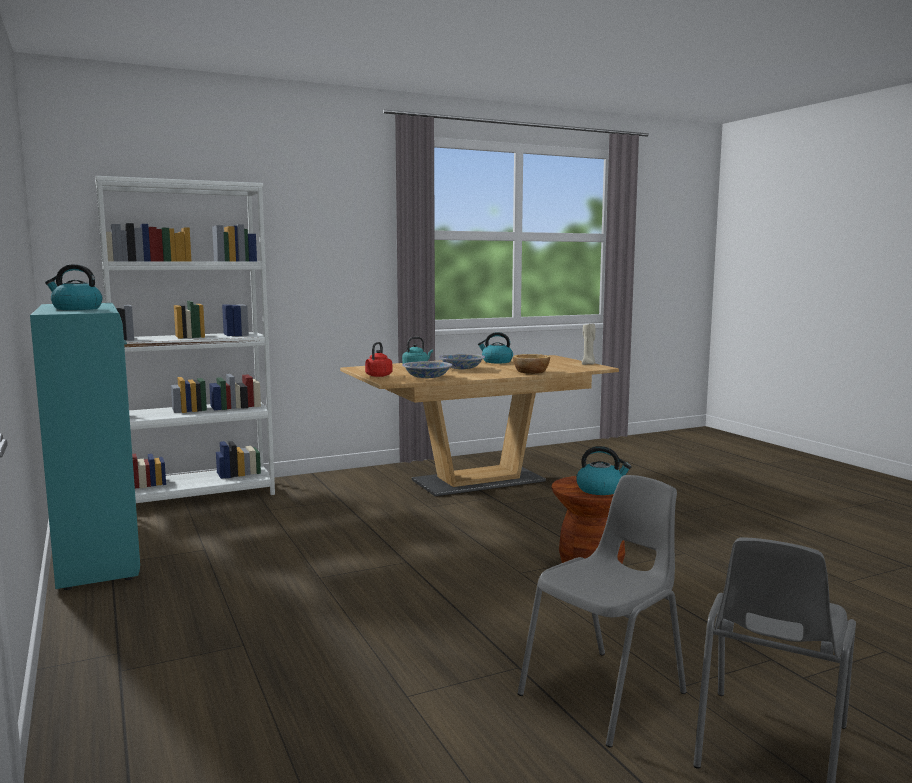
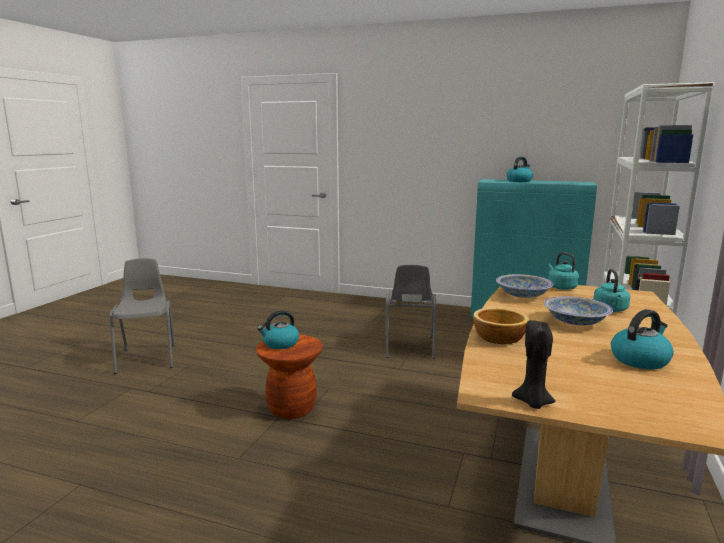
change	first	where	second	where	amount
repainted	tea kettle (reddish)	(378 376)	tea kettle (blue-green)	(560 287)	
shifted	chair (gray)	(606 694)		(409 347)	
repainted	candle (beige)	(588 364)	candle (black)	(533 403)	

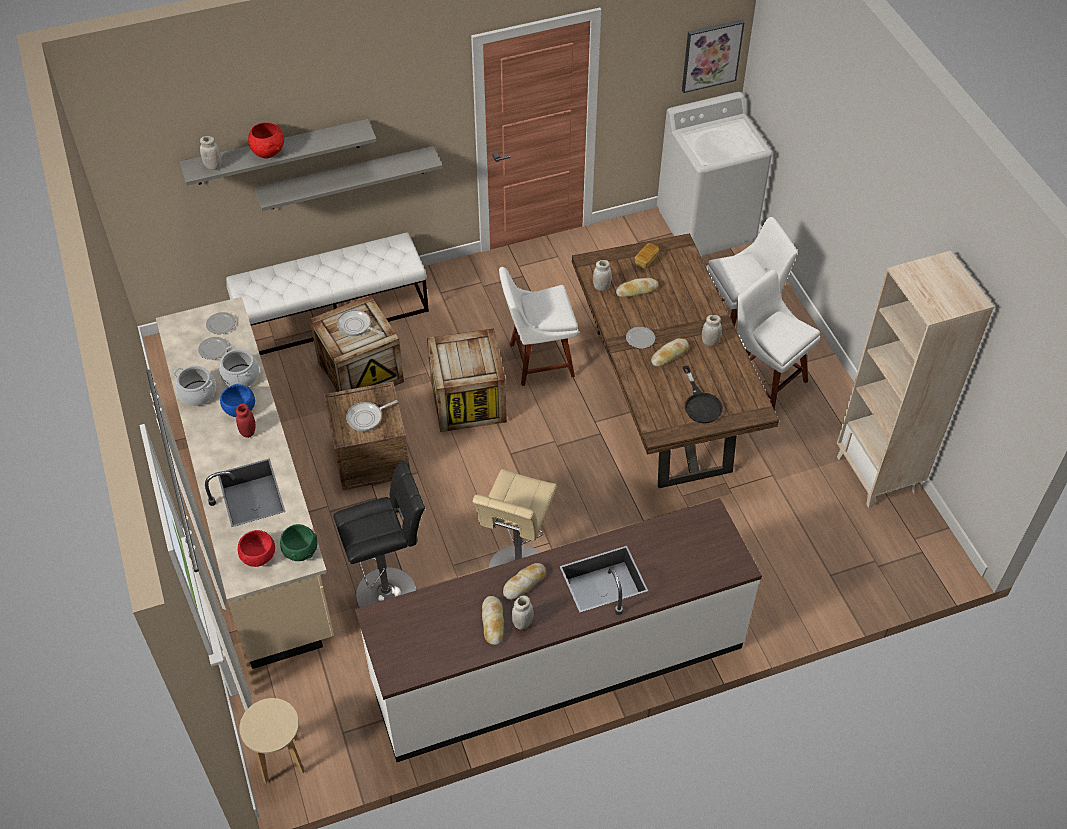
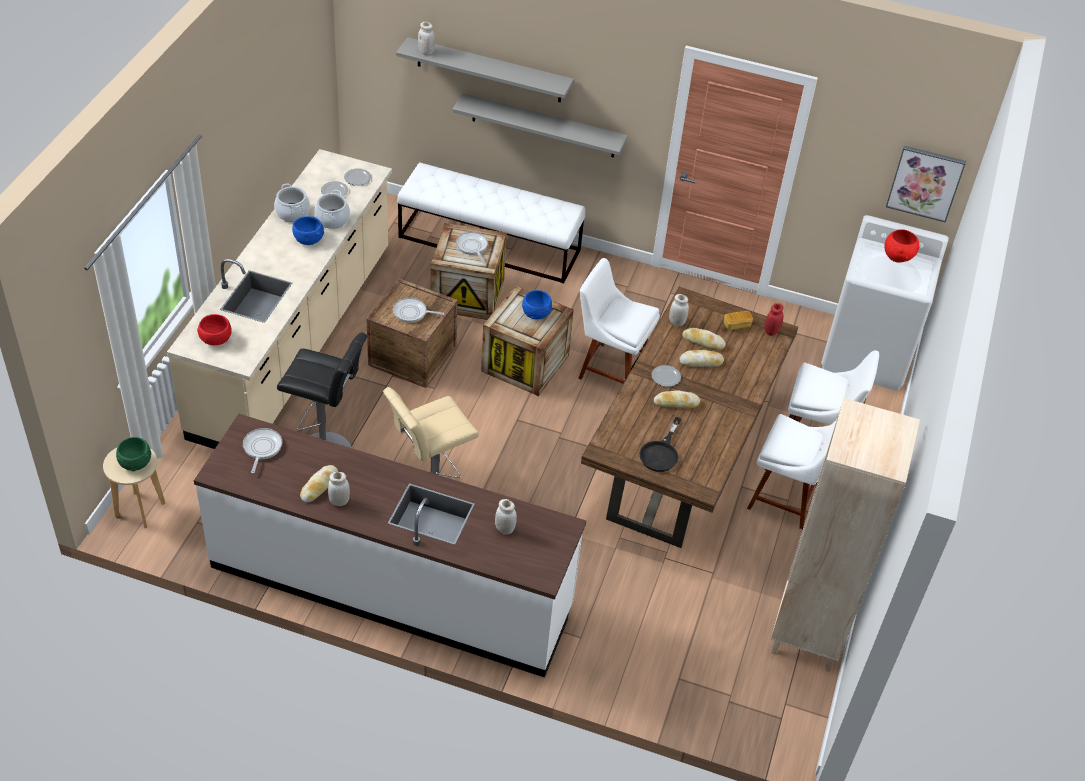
change	first	where	second	where	amount
shifted	jar (reddish)	(248 432)		(771 331)	
shifted	bowl (reddish)	(268 152)		(898 257)	
shifted	bowl (greenish)	(300 550)		(135 462)	
shifted	bread	(524 583)		(701 362)	
shifted	jar (whitish)	(710 342)		(505 529)	
rotated	chair (whitish)	(765 379)		(788 499)	120 degrees clockwise
new			frying pan	(261 448)	
new			bowl (bluish)	(536 313)	

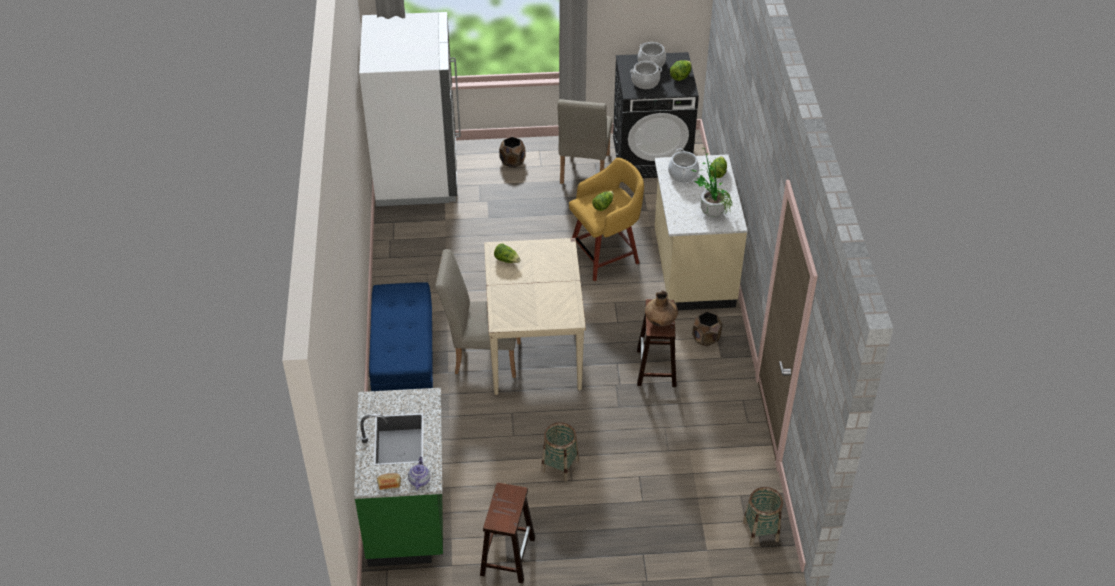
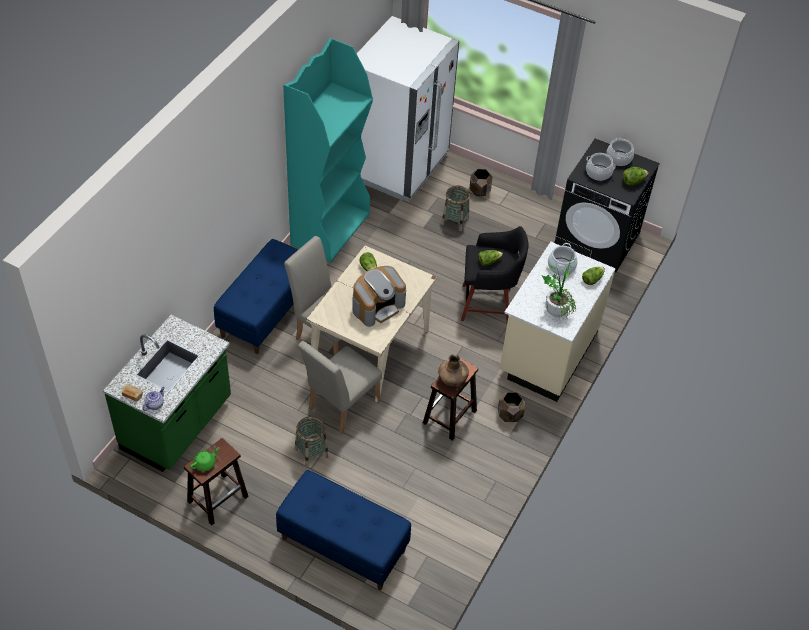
change	first	where	second	where	amount
shifted	chair (beige)	(583 172)		(340 407)	
repainted	stool seat (yellow-coloured)	(606 256)	stool seat (black)	(488 305)	
shifted	household basket	(760 531)		(455 221)	
new			tea pot (greenish)	(205 464)	
new			indoor bench (bluish)	(342 545)	
new			bookcase (blue-green)	(330 229)	
new			coffee brewer	(378 306)	

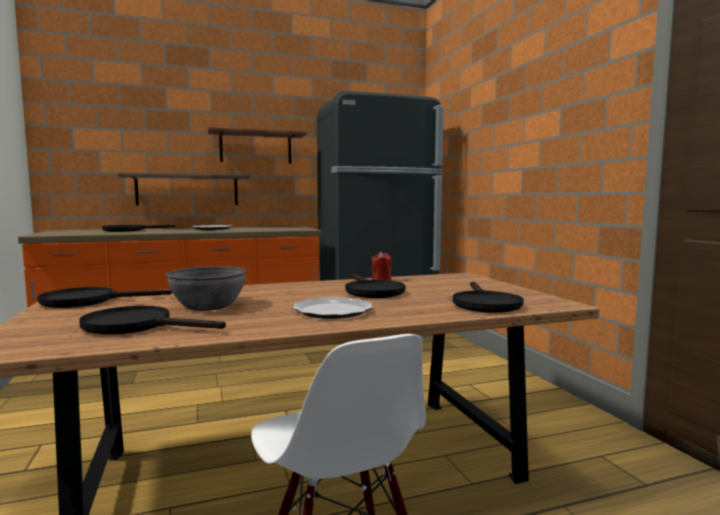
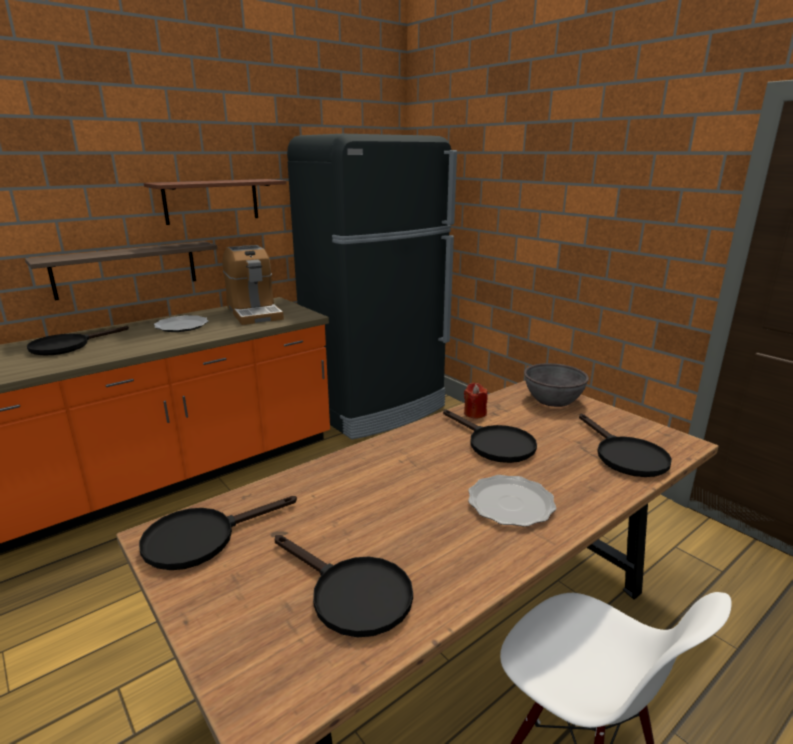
change	first	where	second	where	amount
rotated	frying pan (black)	(138 326)		(351 594)	135 degrees counterclockwise
shifted	bowl (gray)	(208 306)		(553 400)	
new			coffee brewer	(254 312)	

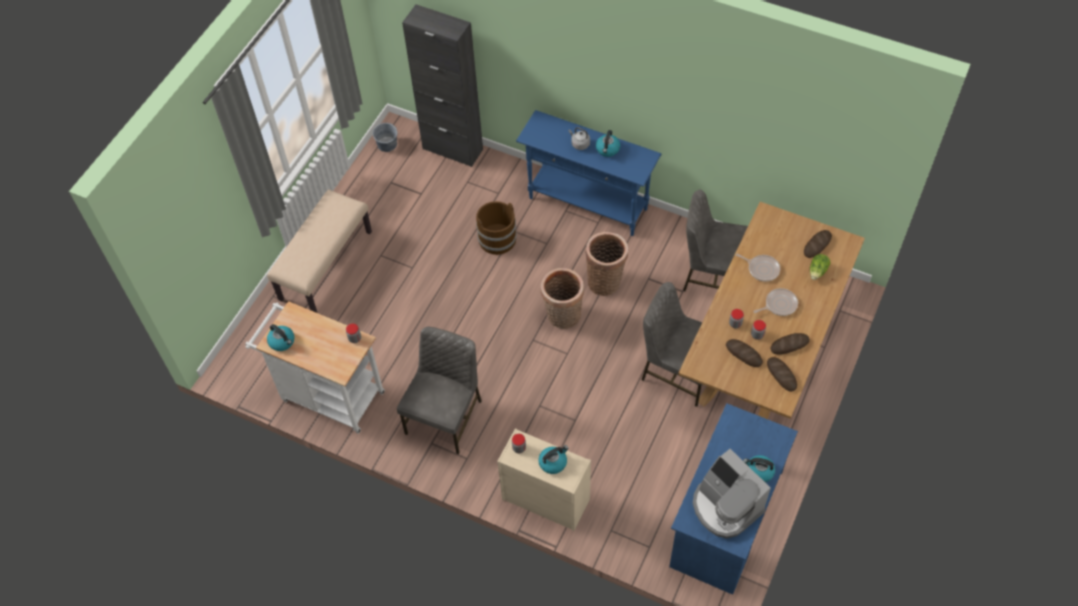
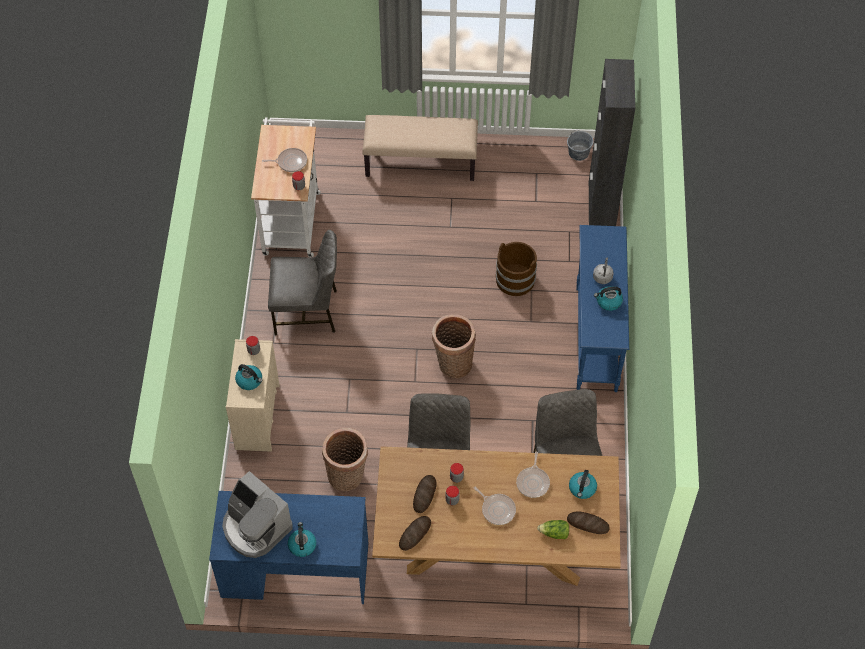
change	first	where	second	where	amount
shifted	tea kettle	(282 341)		(582 489)	
shifted	household basket	(605 281)		(347 477)	
rotated	coffee brewer	(725 506)		(255 528)	75 degrees counterclockwise
gone	bread	(789 345)			
new			frying pan	(290 162)	

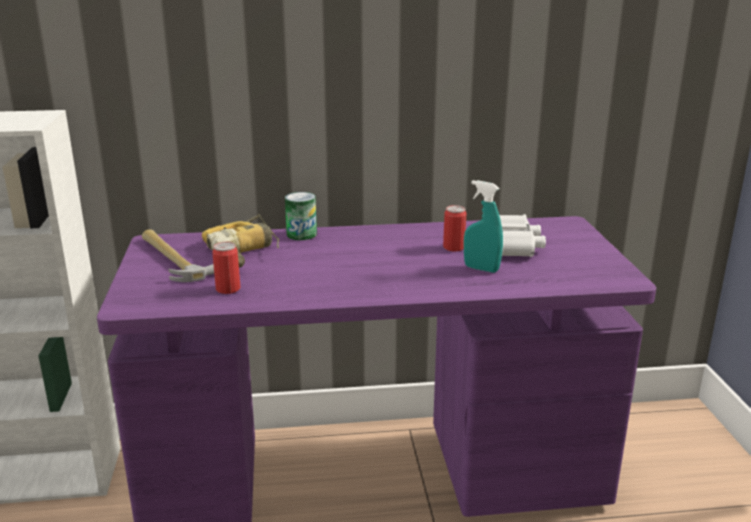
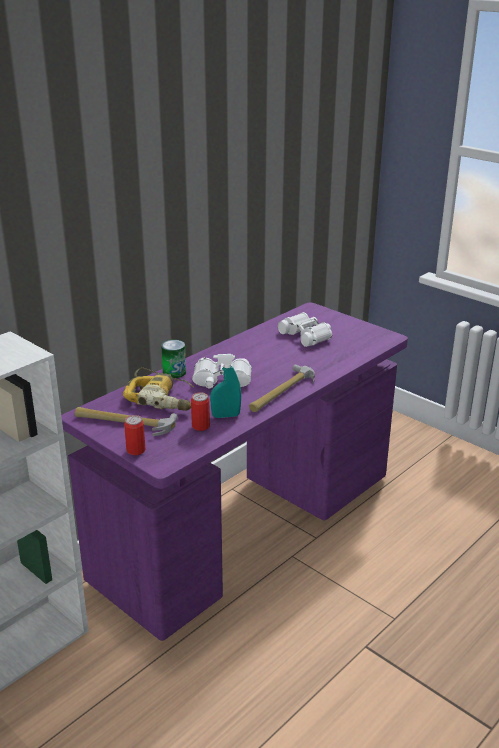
change	first	where	second	where	amount
shifted	sealed can	(454 247)		(136 450)	
shifted	sprayer (blue-green)	(481 269)		(226 416)	
new			field glasses (whitish)	(222 381)	
new			hammer	(281 392)	

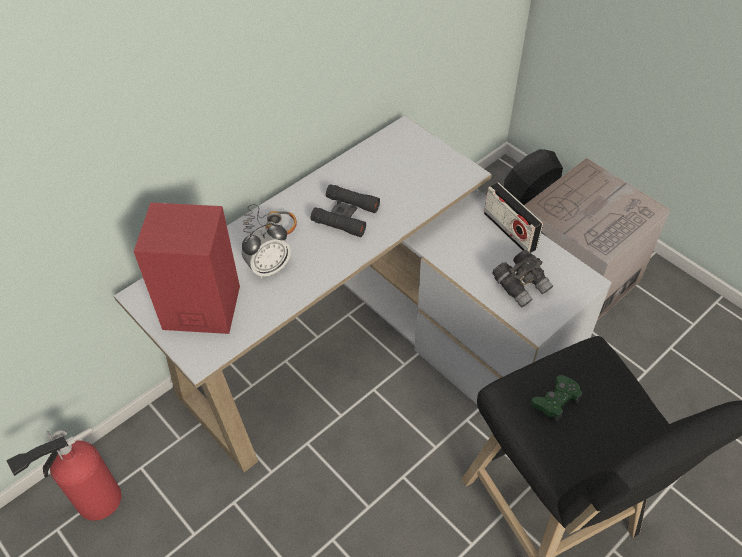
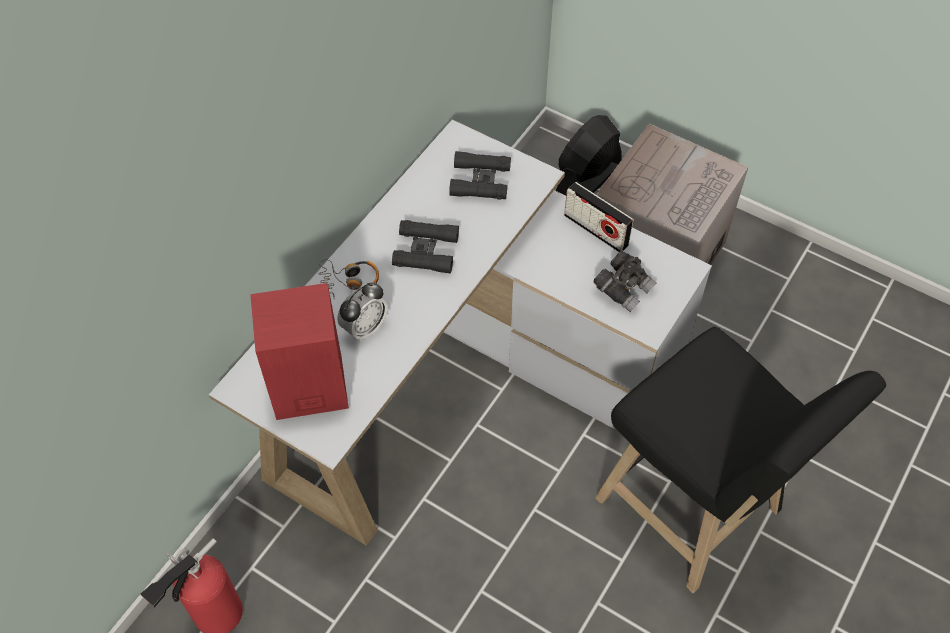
change	first	where	second	where	amount
gone	game controller (greenish)	(556 401)			
new			field glasses (black)	(480 181)	

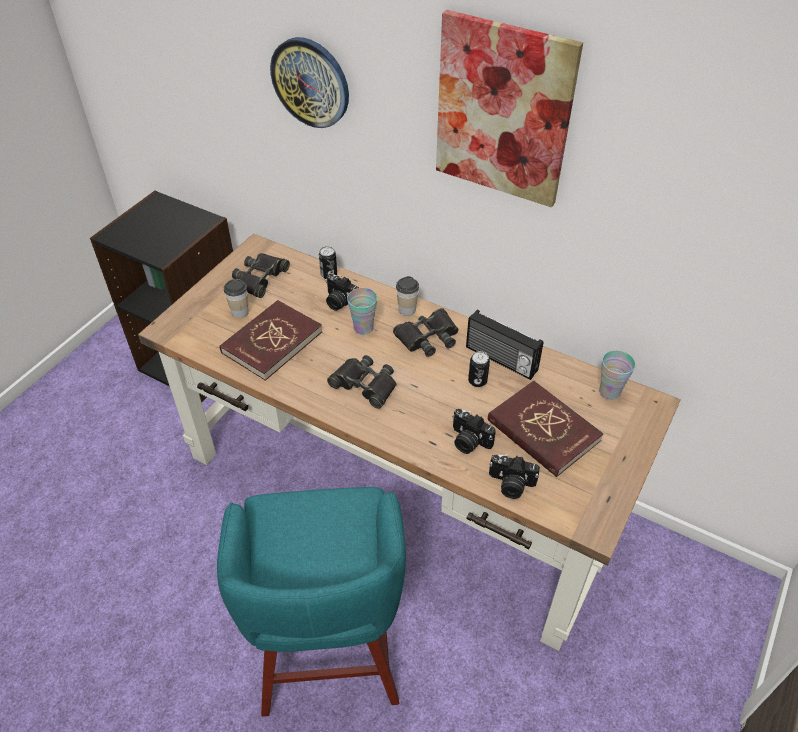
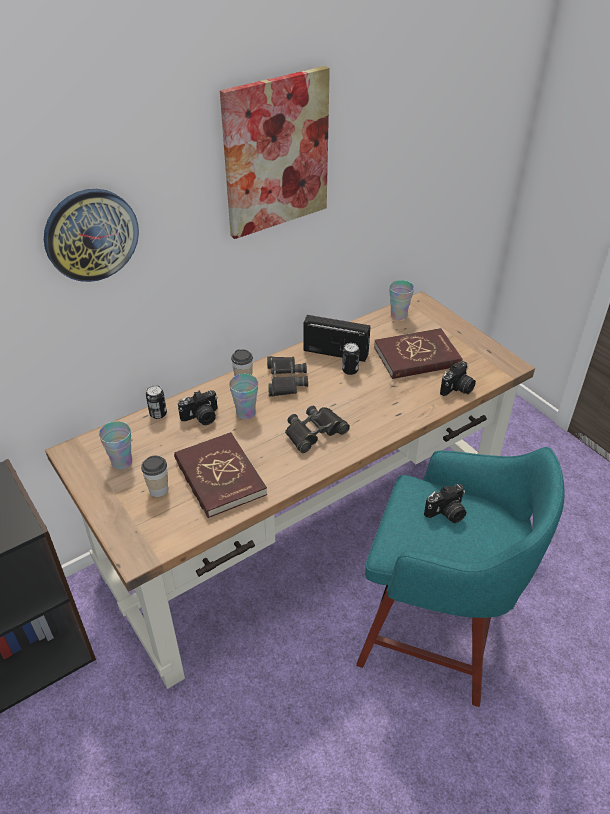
change	first	where	second	where	amount
swapped	field glasses (black)	(260 278)	drinking cup	(122 462)	
shifted	photo camera	(468 441)		(446 513)	
rotated	radio receiver	(500 360)		(336 352)	135 degrees counterclockwise

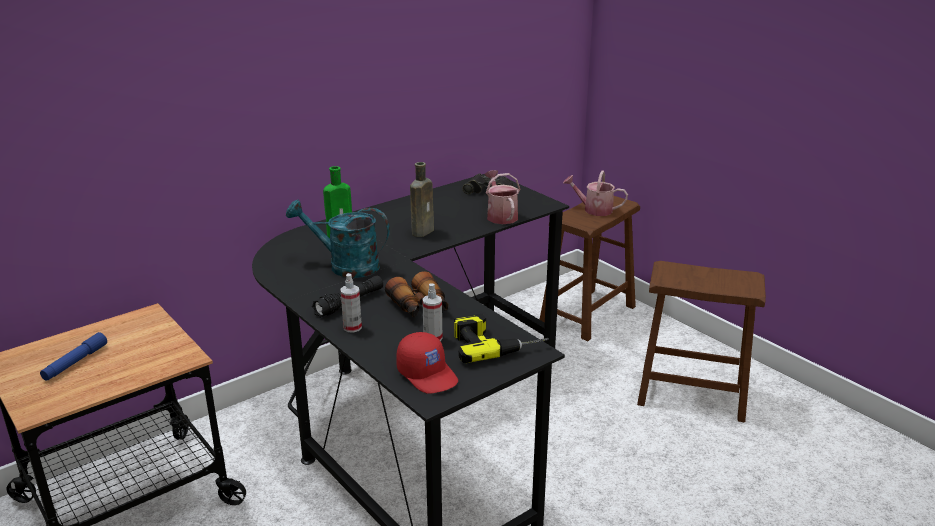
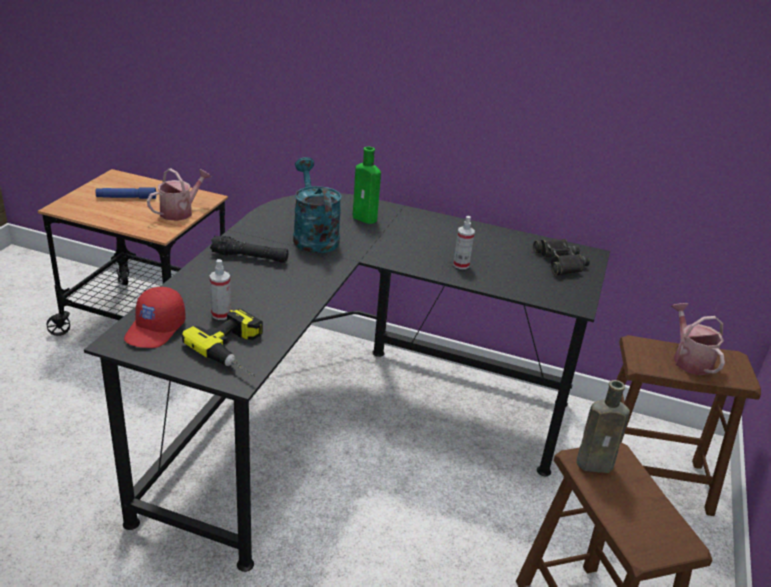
change	first	where	second	where	amount
shifted	sprayer	(352 327)		(461 265)	
gone	field glasses	(419 307)			
shifted	bottle (brown)	(423 231)		(597 464)	
shifted	sprinkling can	(500 215)		(180 212)	

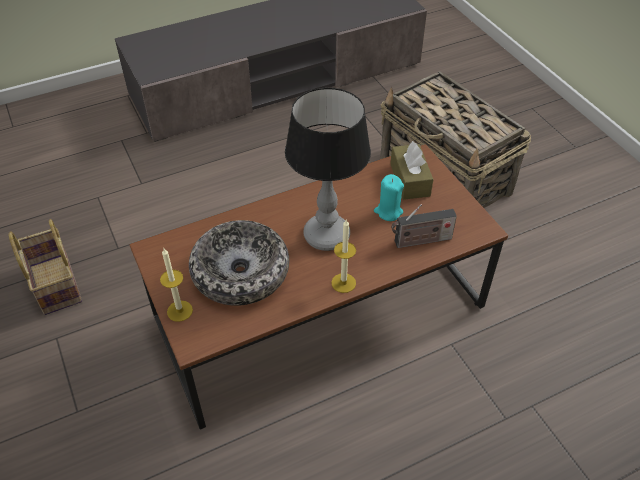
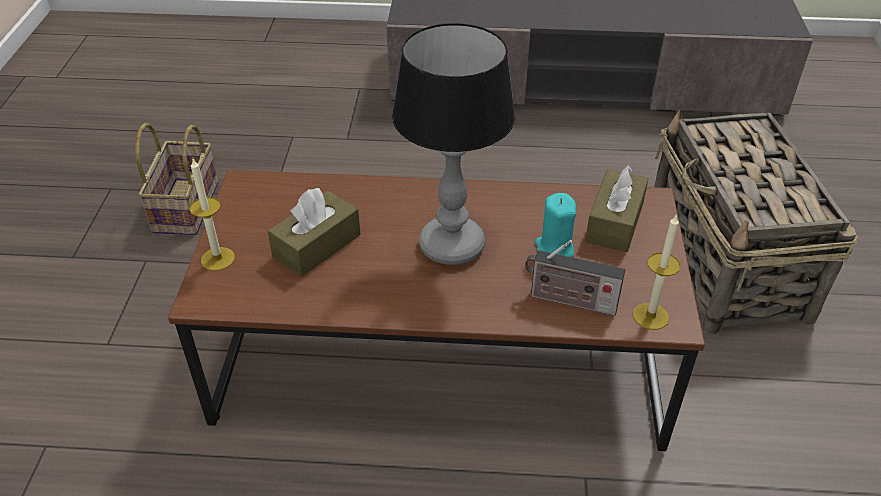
change	first	where	second	where	amount
swapped	bowl	(240 272)	tissue holder (brown)	(317 246)	
shifted	candle	(343 283)		(650 316)	

